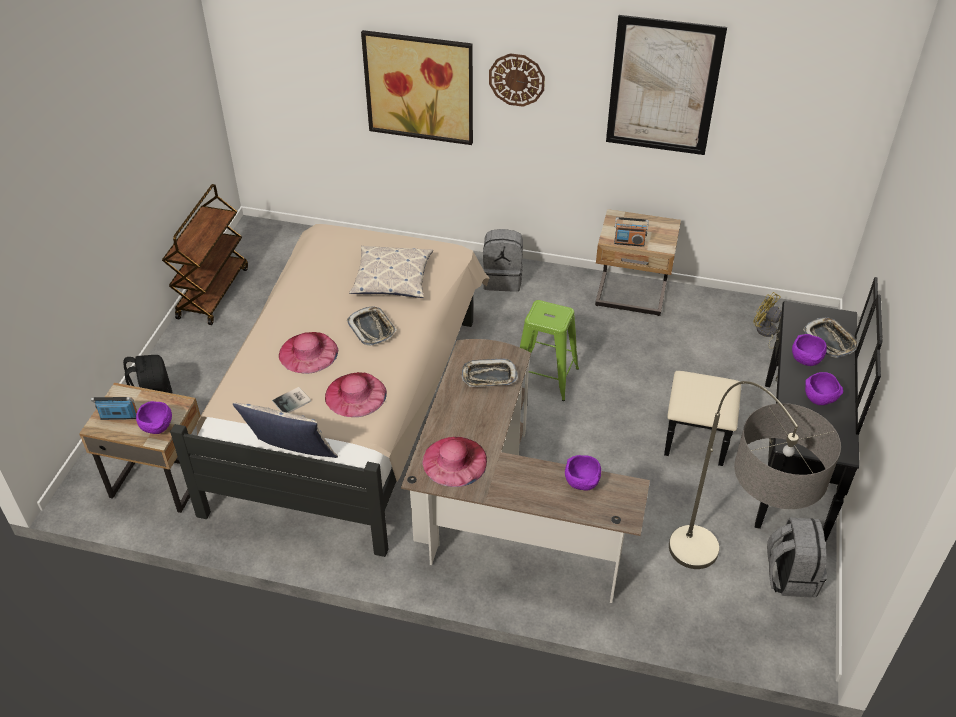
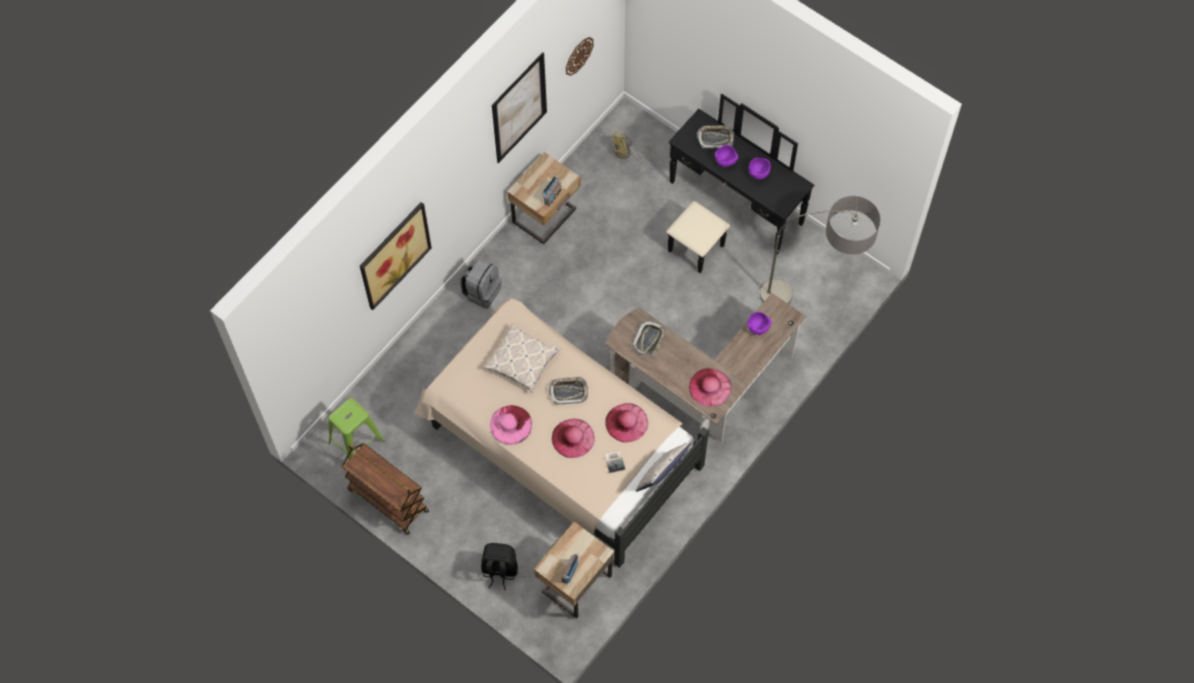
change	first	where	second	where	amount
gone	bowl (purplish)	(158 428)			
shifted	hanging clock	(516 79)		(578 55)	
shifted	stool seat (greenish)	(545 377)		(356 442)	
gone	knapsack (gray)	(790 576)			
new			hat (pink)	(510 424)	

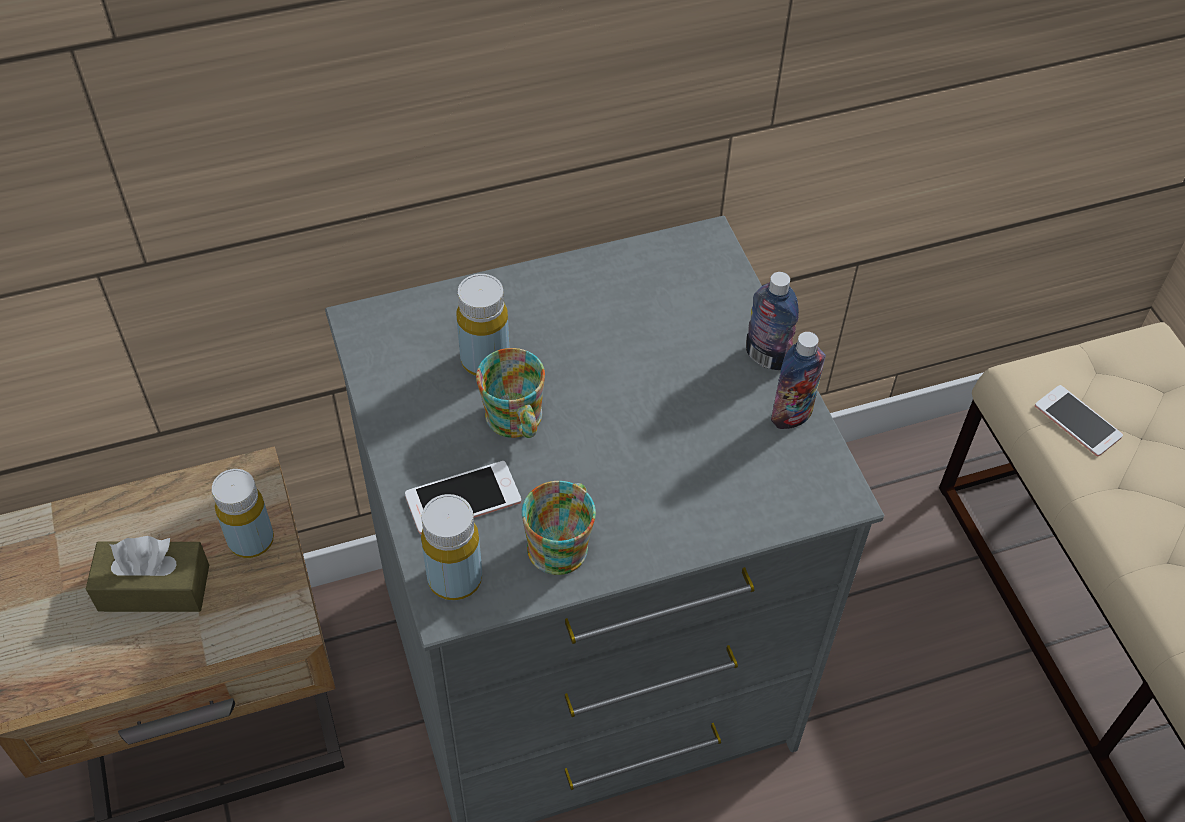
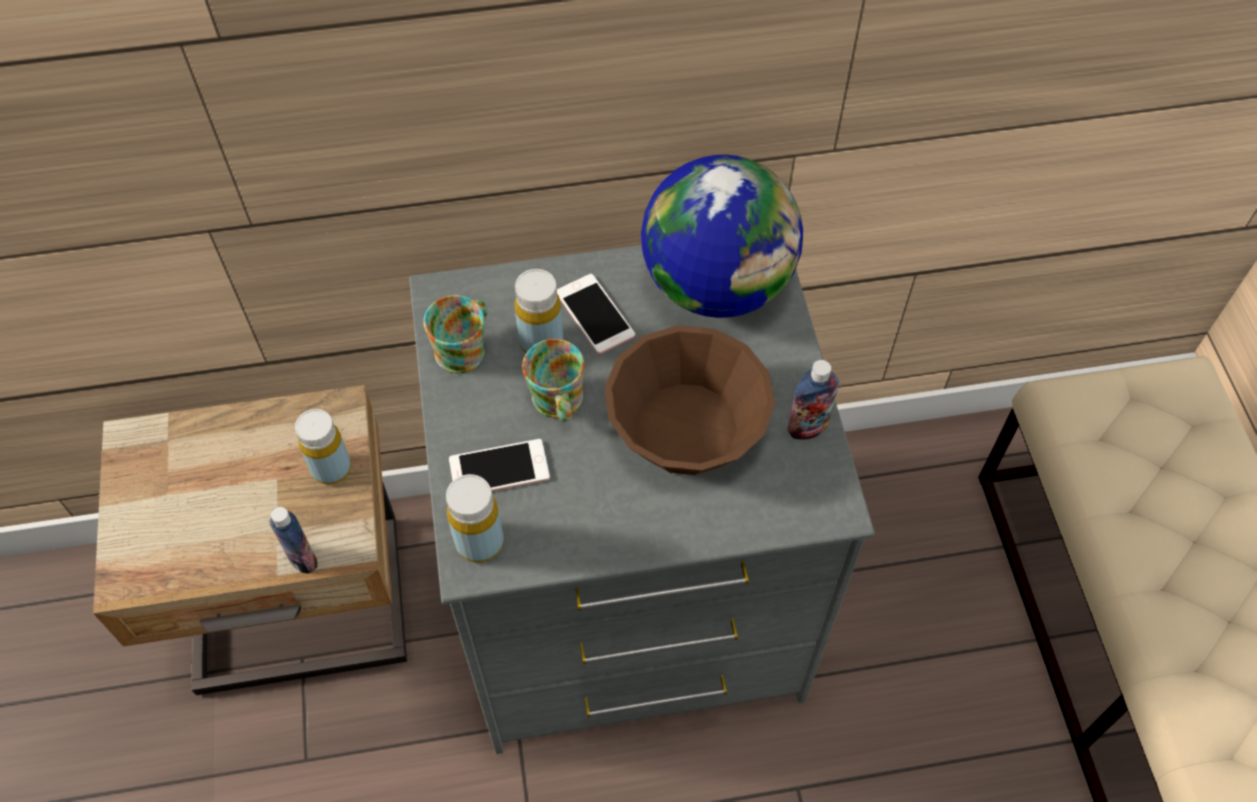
change	first	where	second	where	amount
gone	tissue holder (brown)	(154 588)			
shifted	tea mug	(563 542)		(465 348)	
shifted	bottle	(766 356)		(302 559)	
shifted	telephone	(1077 421)		(595 314)	
new			bowl (brown)	(688 427)	
new			desk globe	(717 284)	

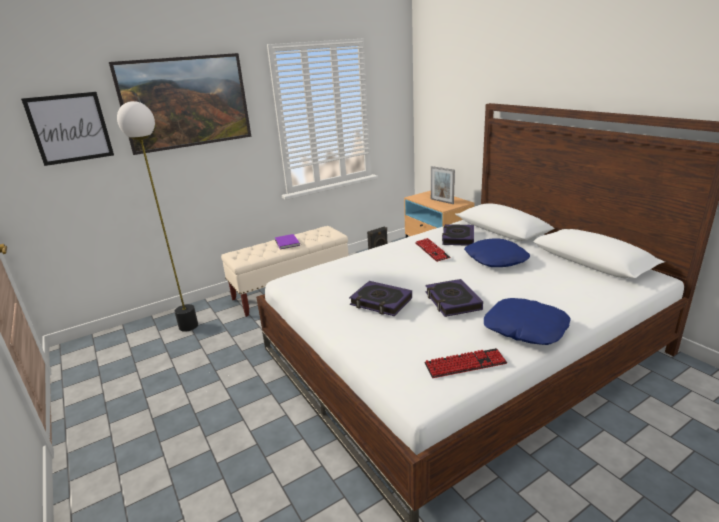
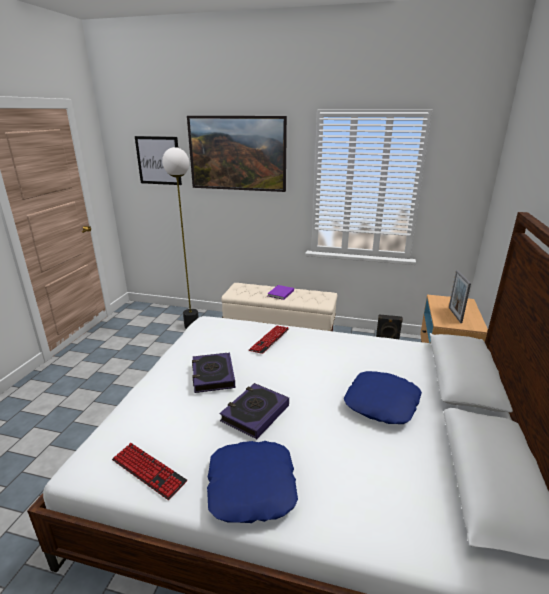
change	first	where	second	where	amount
shifted	computer keyboard	(432 251)		(269 340)	
gone	volume	(458 238)			

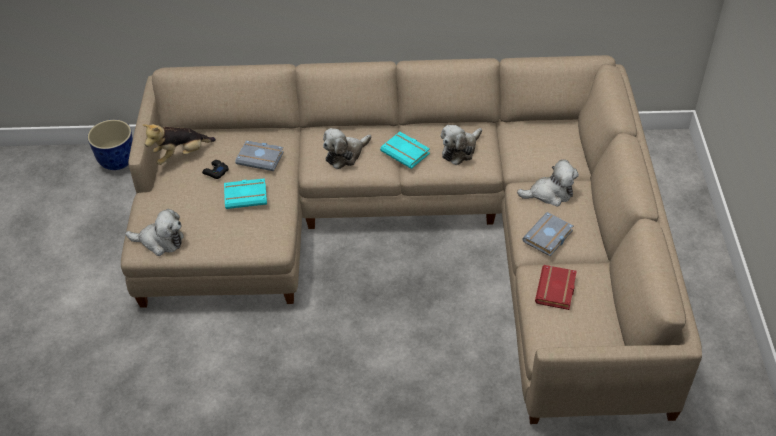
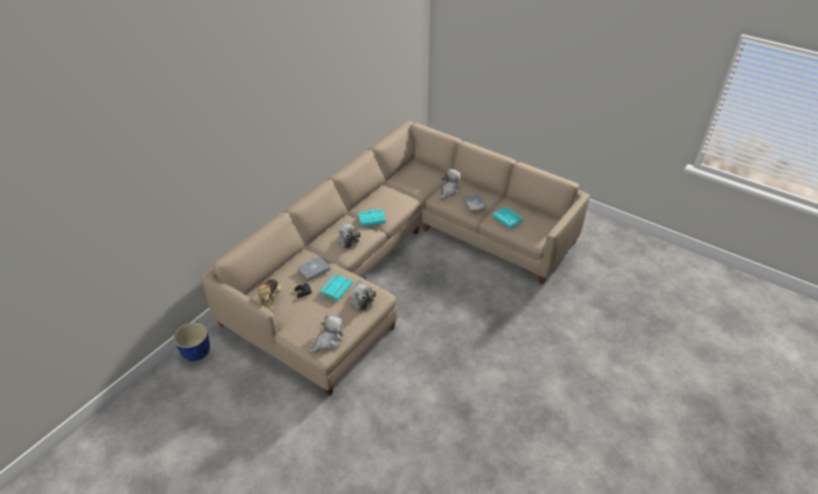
change	first	where	second	where	amount
shifted	plush toy	(460 150)		(361 299)	
repainted	volume (reddish)	(557 291)	volume (blue-green)	(508 219)	

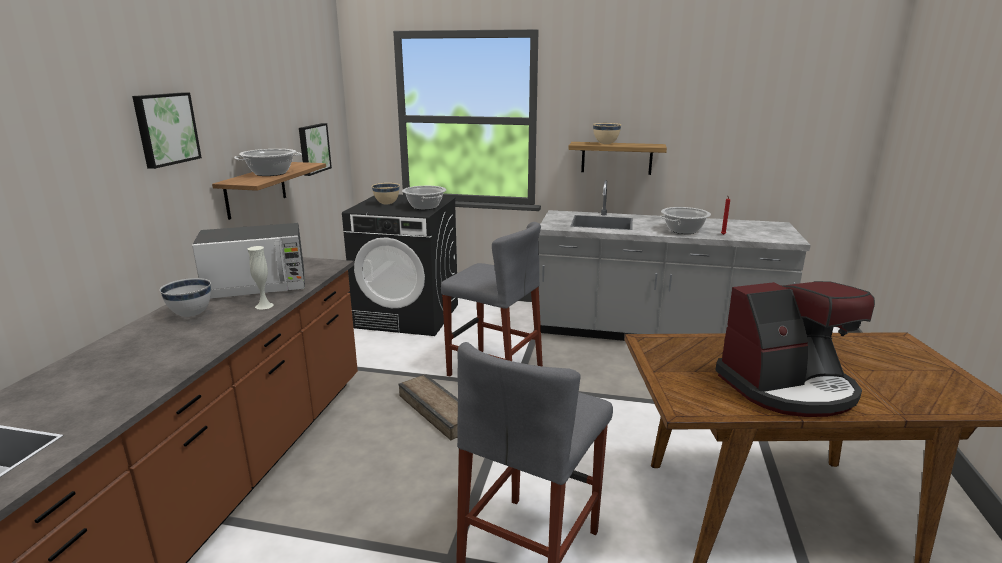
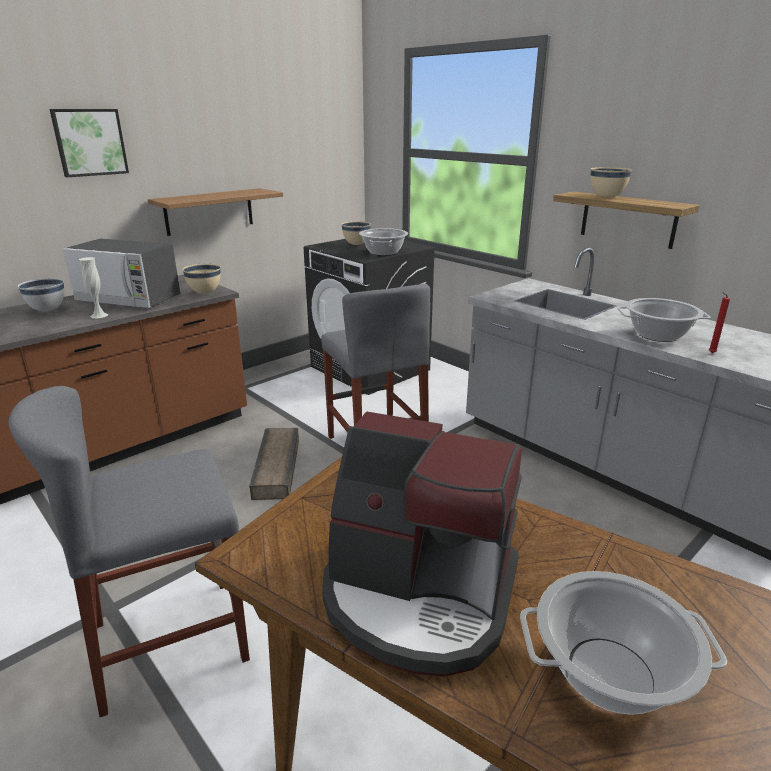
change	first	where	second	where	amount
shifted	stockpot	(270 173)		(609 674)	
gone	wall art	(313 148)			
new			bowl (beige)	(204 293)	

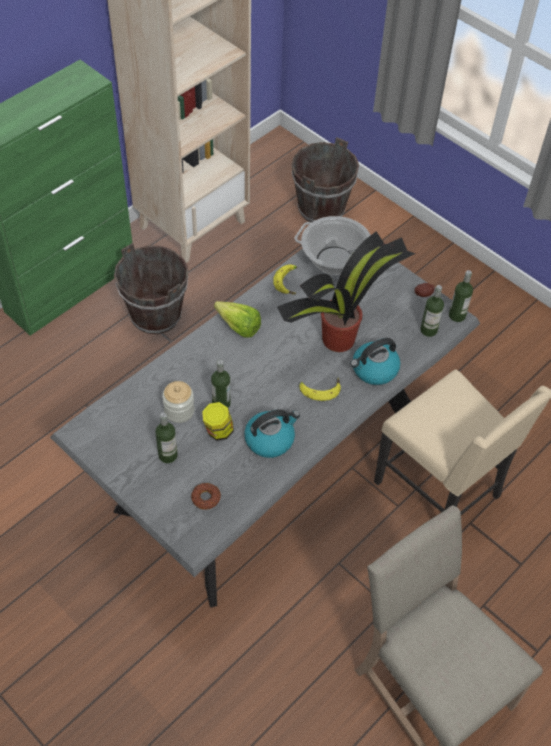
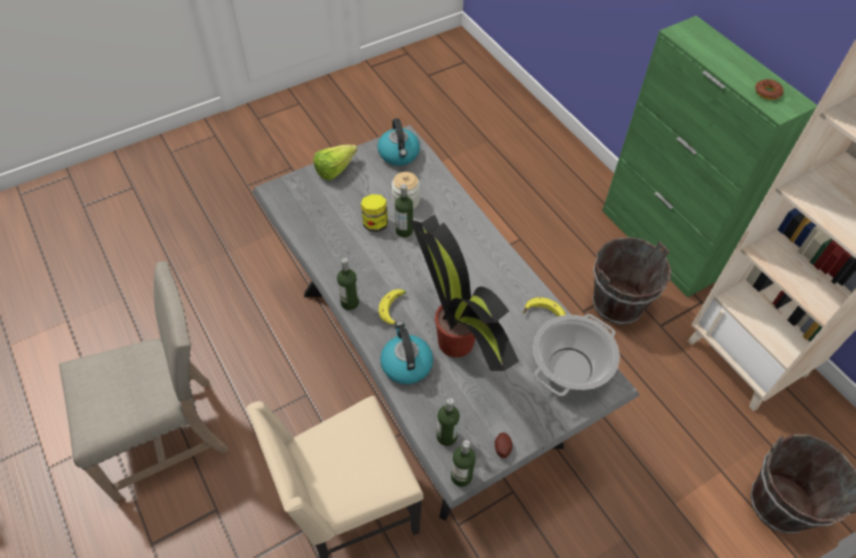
change	first	where	second	where	amount
shifted	bottle	(168 455)		(349 302)	
shifted	doughnut	(205 498)		(767 92)	
shifted	head of lettuce	(236 324)		(339 168)	
shifted	tea kettle	(270 439)		(399 154)	

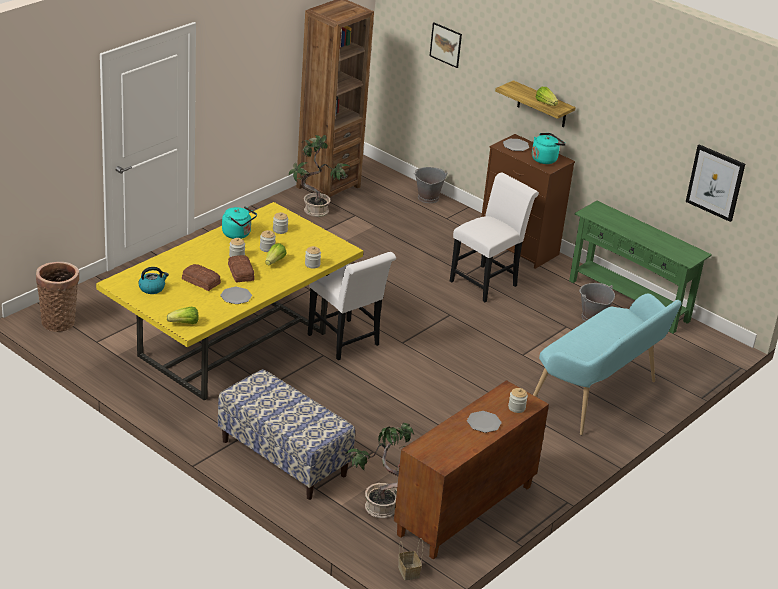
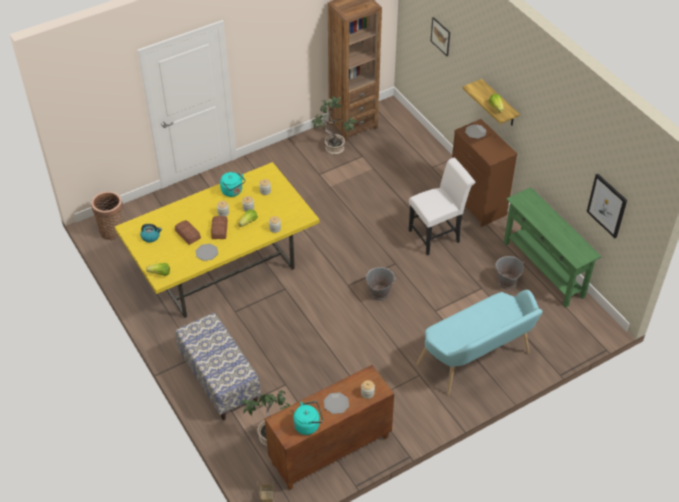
change	first	where	second	where	amount
gone	chair (whitish)	(346 342)			
shifted	pail (gray)	(428 197)		(379 293)	
shifted	tea kettle (blue-green)	(545 159)		(308 425)	

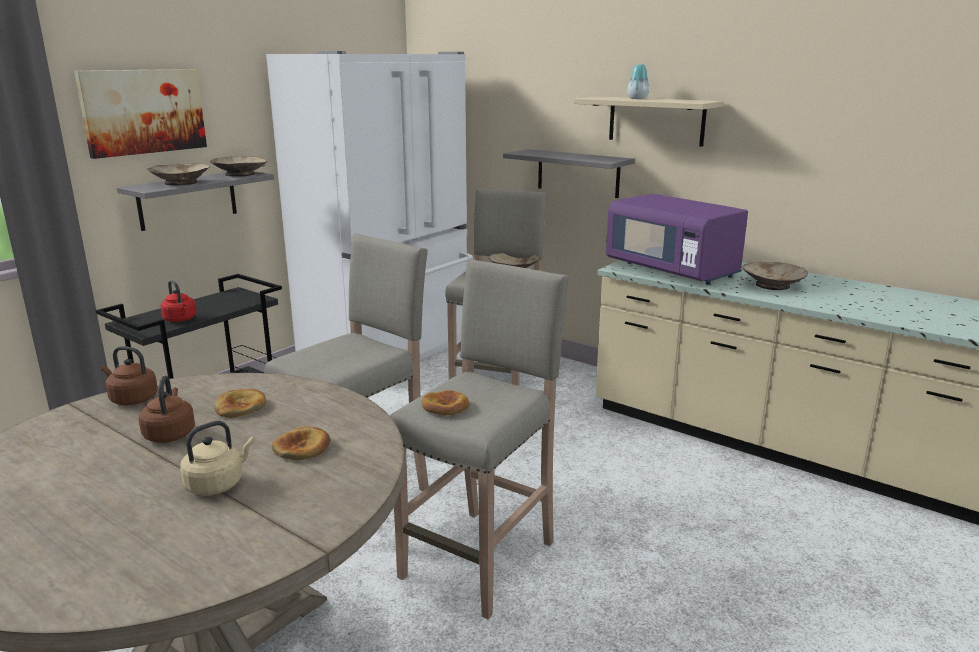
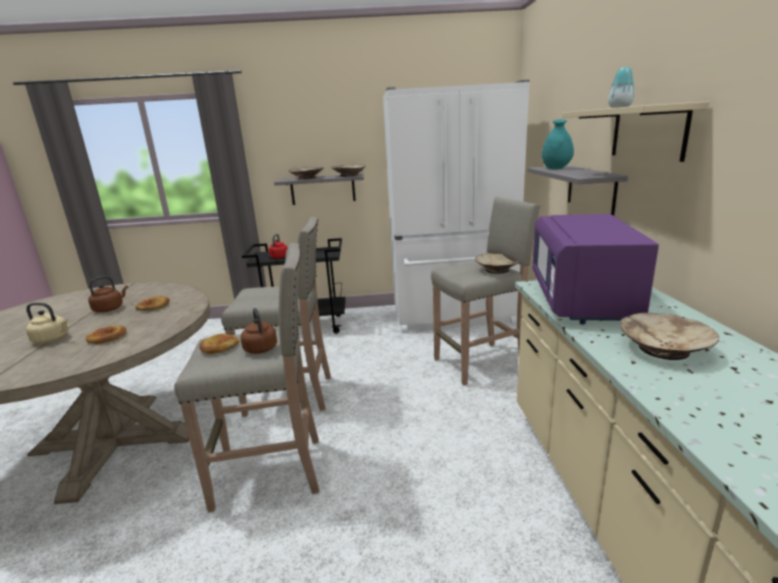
change	first	where	second	where	amount
gone	wall art	(143 111)			
shifted	tea kettle (brown)	(132 399)		(260 348)	
new			decorative vase (blue-green)	(556 168)	

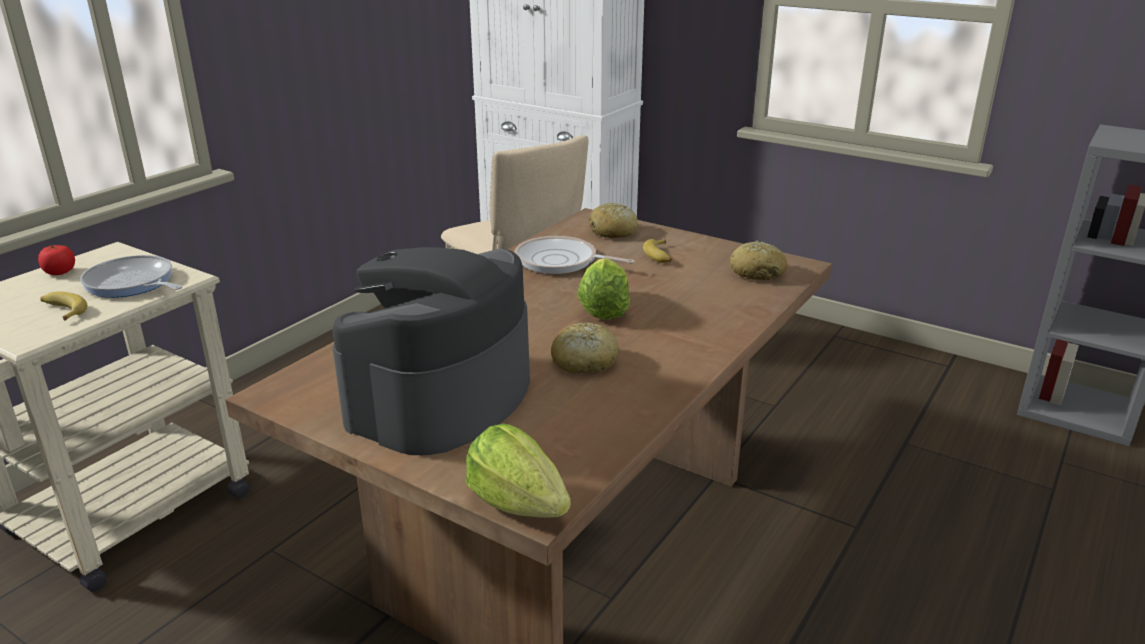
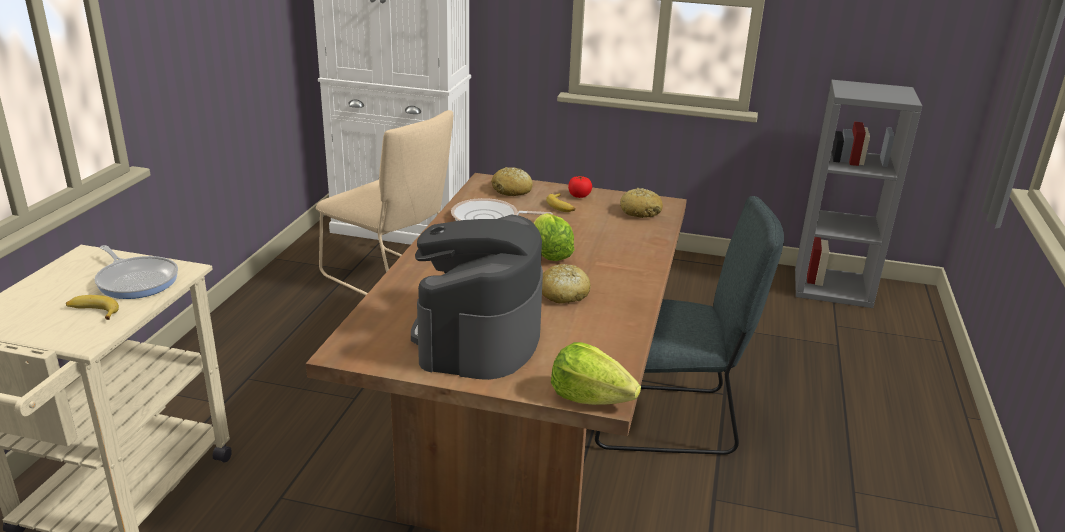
change	first	where	second	where	amount
shifted	whole tomato	(60 272)		(579 196)	
rotated	frying pan	(132 284)		(136 280)	150 degrees counterclockwise
new			chair (gray)	(669 419)	

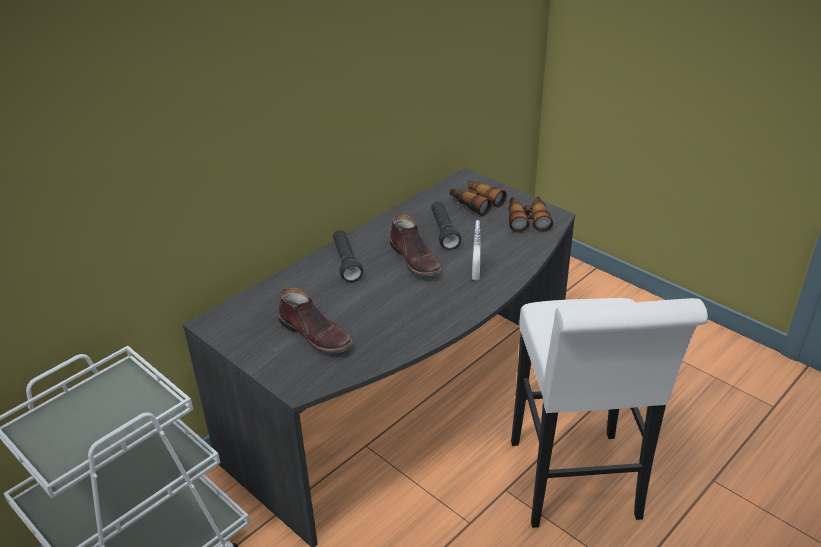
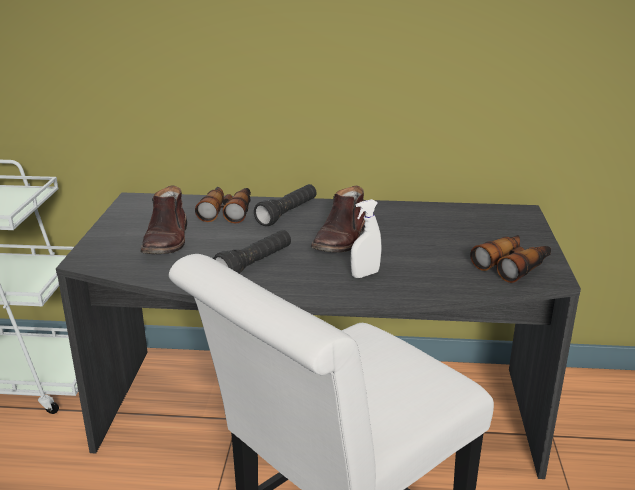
change	first	where	second	where	amount
shifted	hand torch (black)	(444 232)		(255 265)	
shifted	field glasses	(475 203)		(227 211)	

